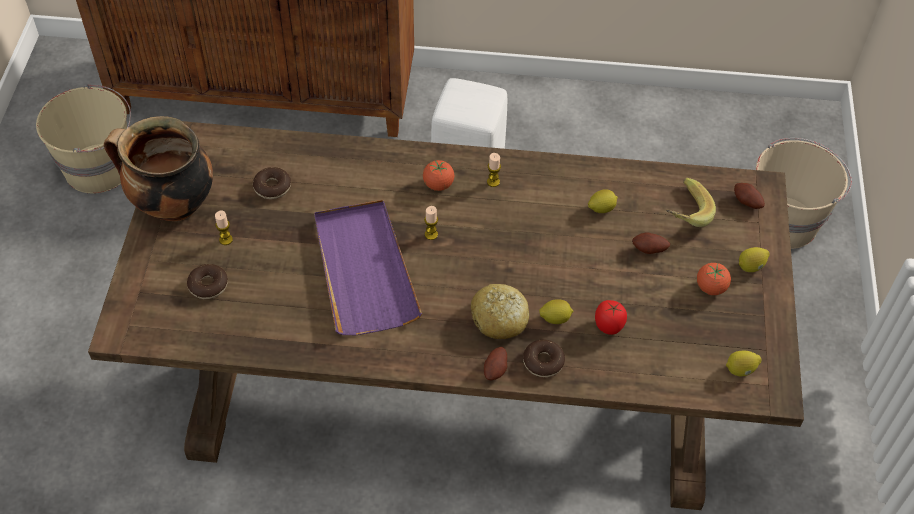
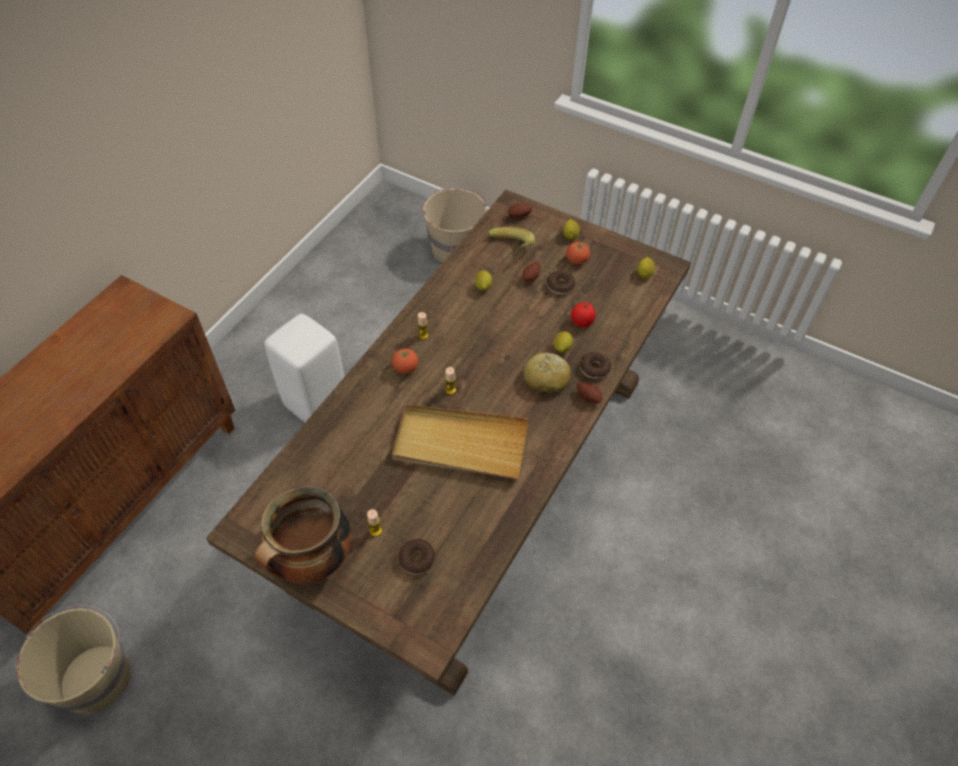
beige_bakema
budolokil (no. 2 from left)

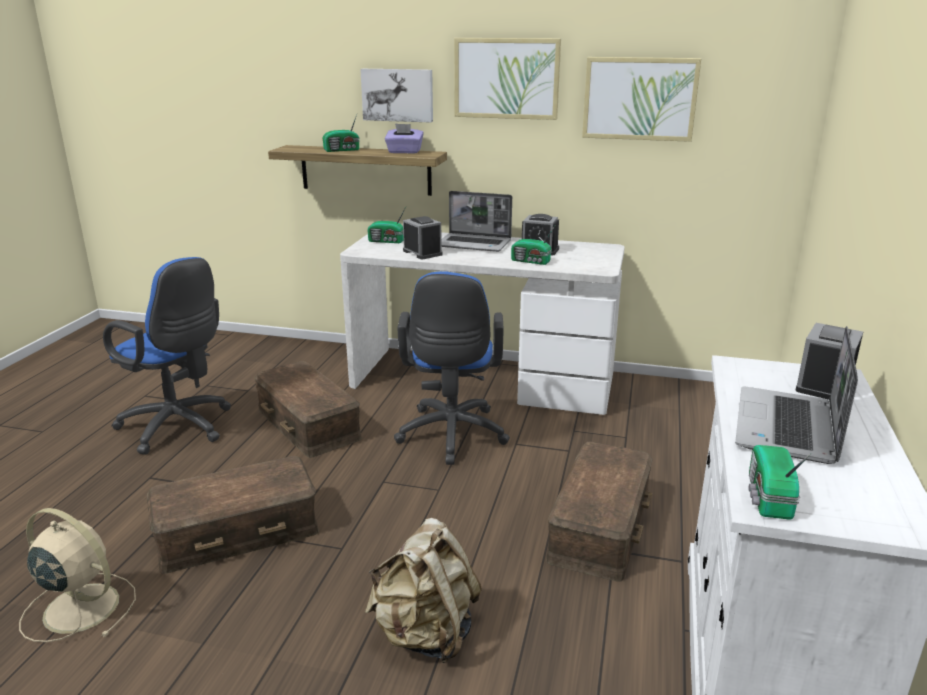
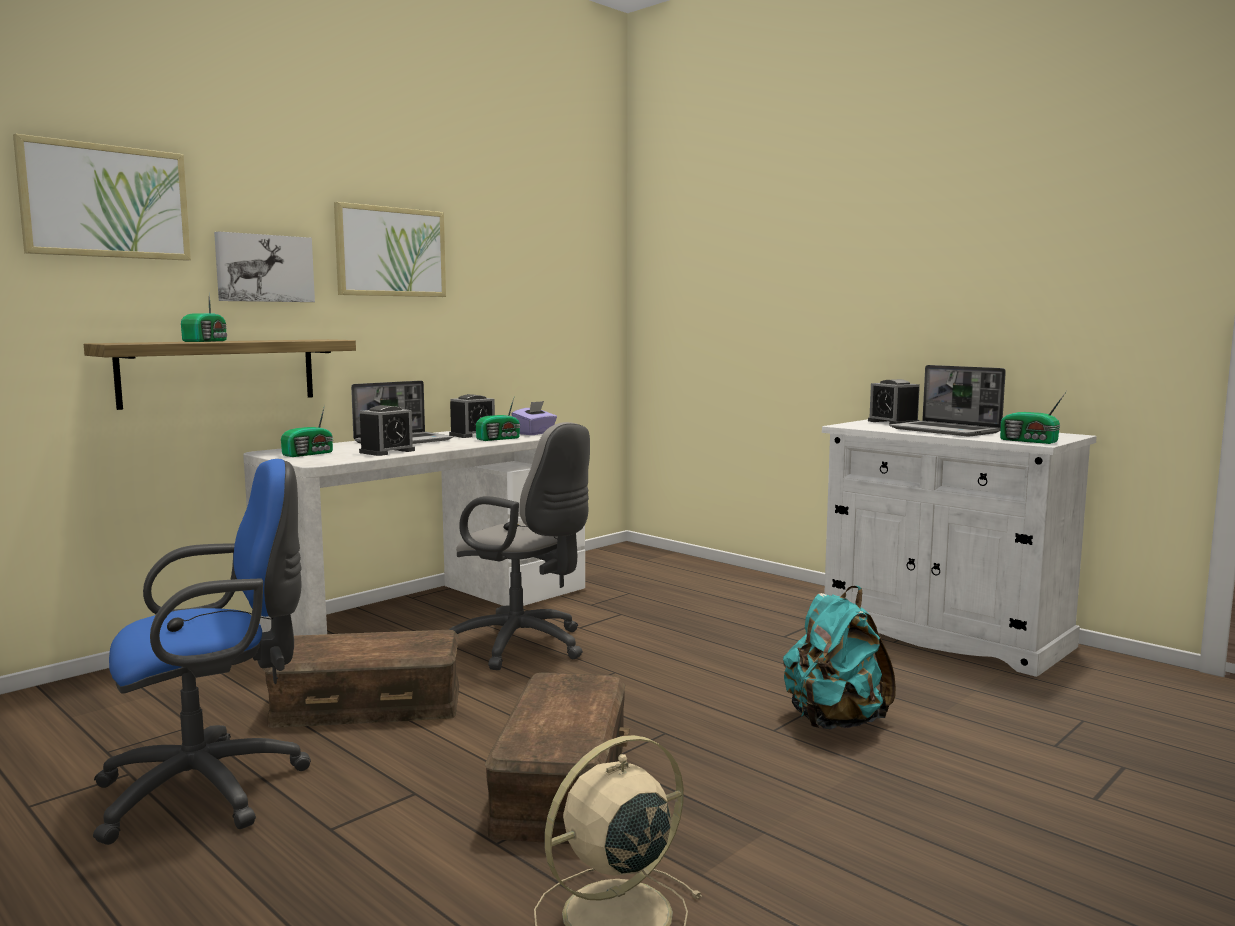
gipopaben (no. 1 from left)
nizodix (no. 1 from left)
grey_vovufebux
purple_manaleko
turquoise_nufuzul
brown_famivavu (no. 3 from left in the first image)

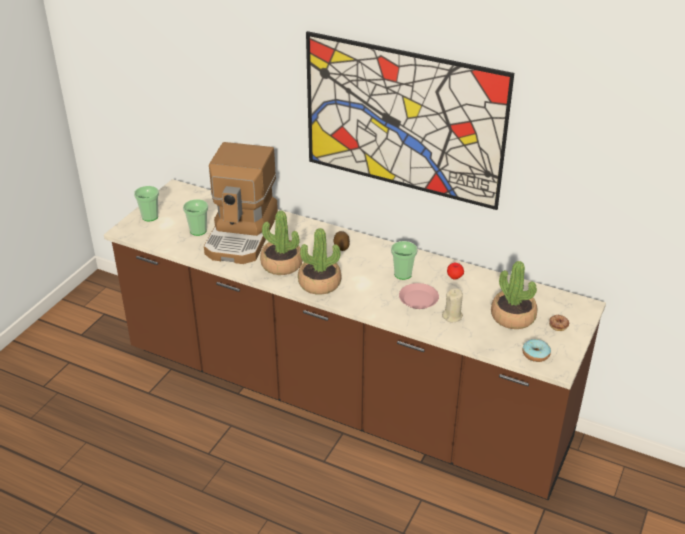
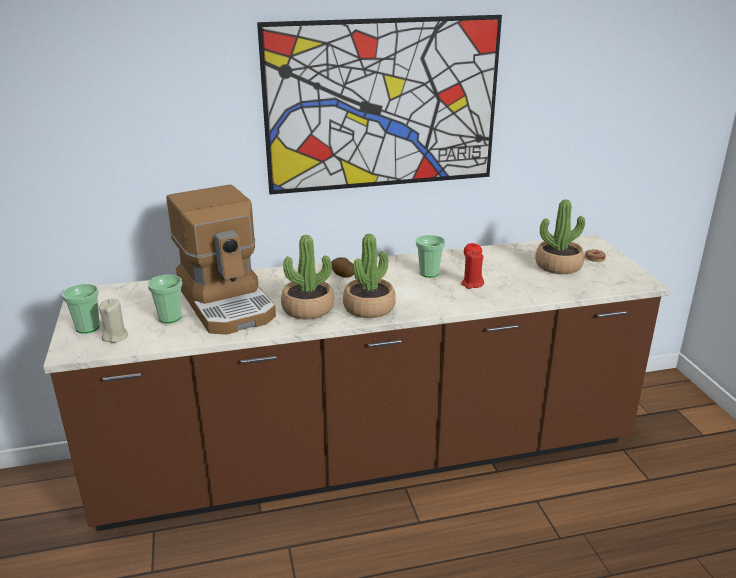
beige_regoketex
red_regoketex
budolokil (no. 1 from left in the first image)

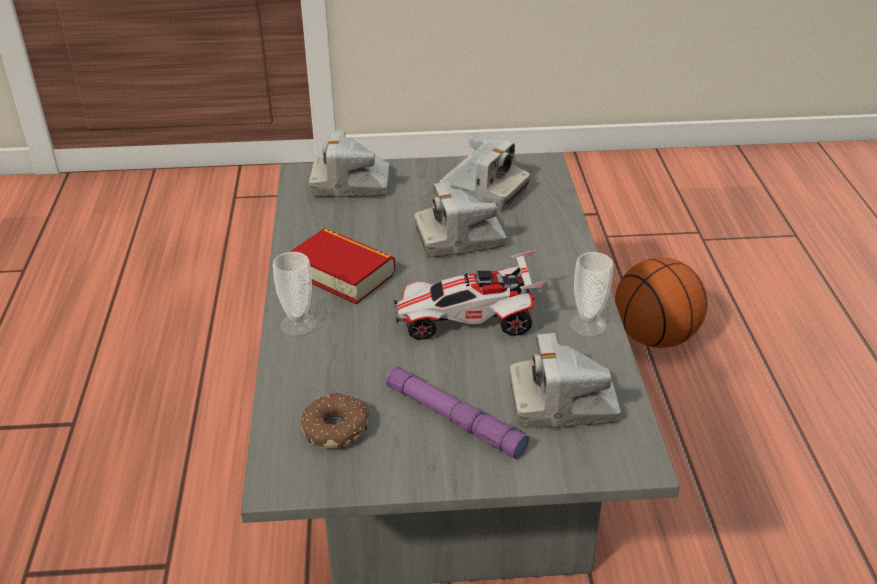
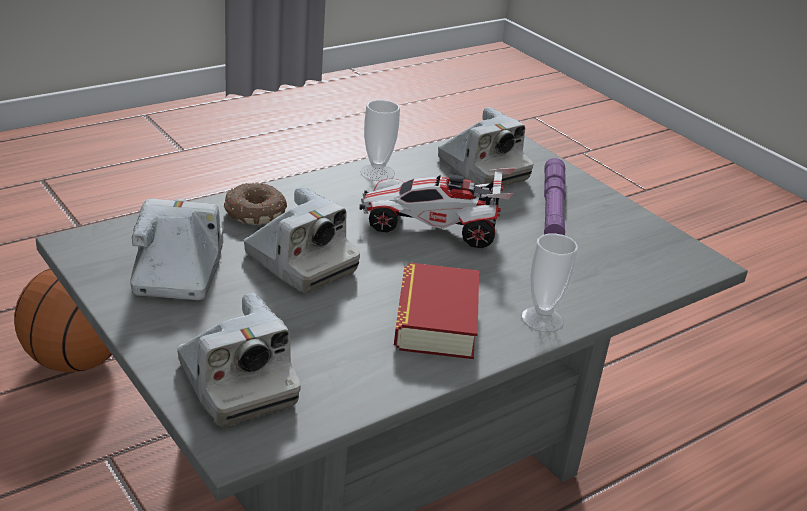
budolokil
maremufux

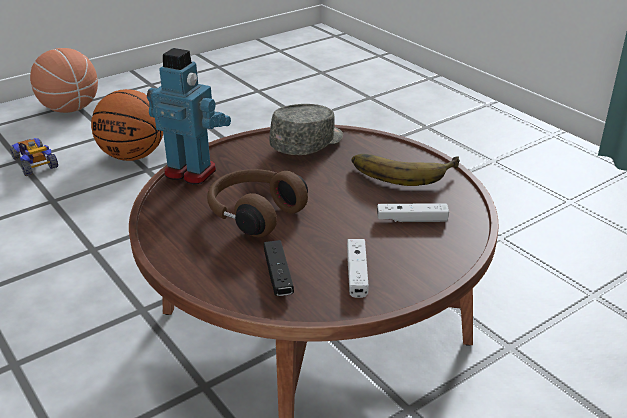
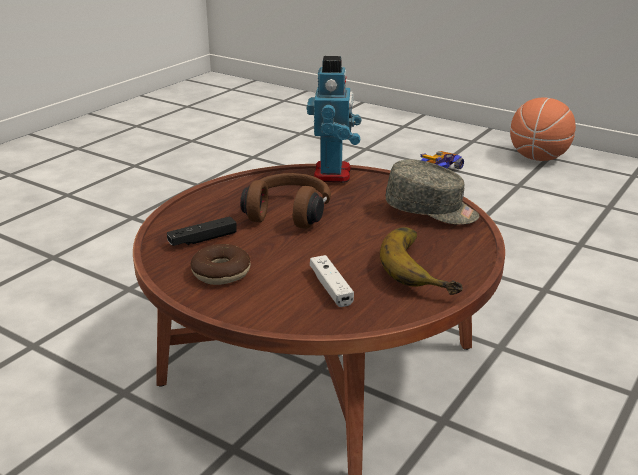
budolokil
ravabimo (no. 2 from left in the first image)

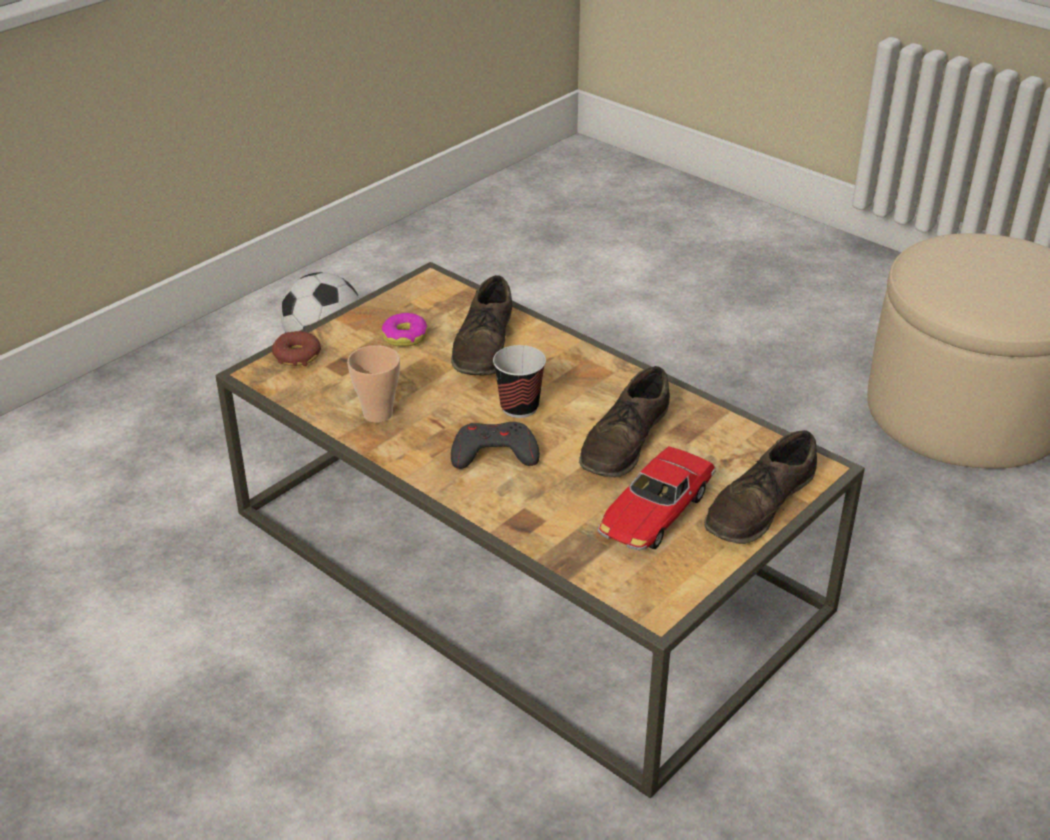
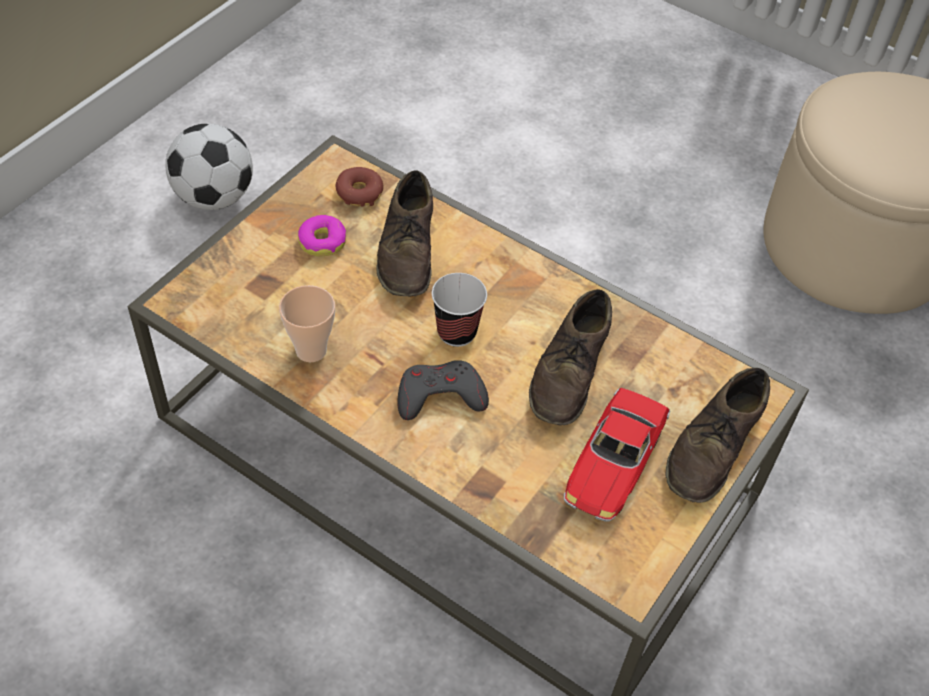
budolokil (no. 2 from left)

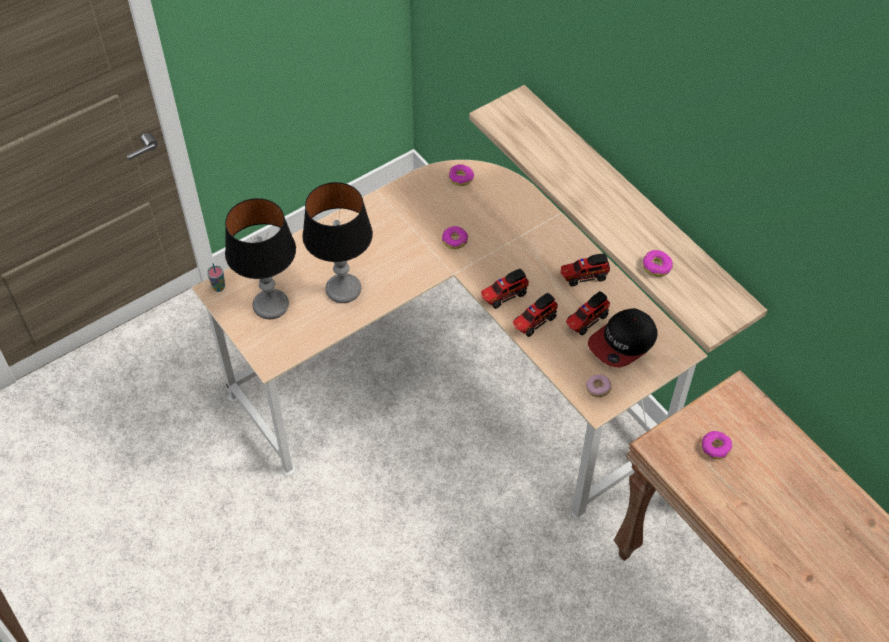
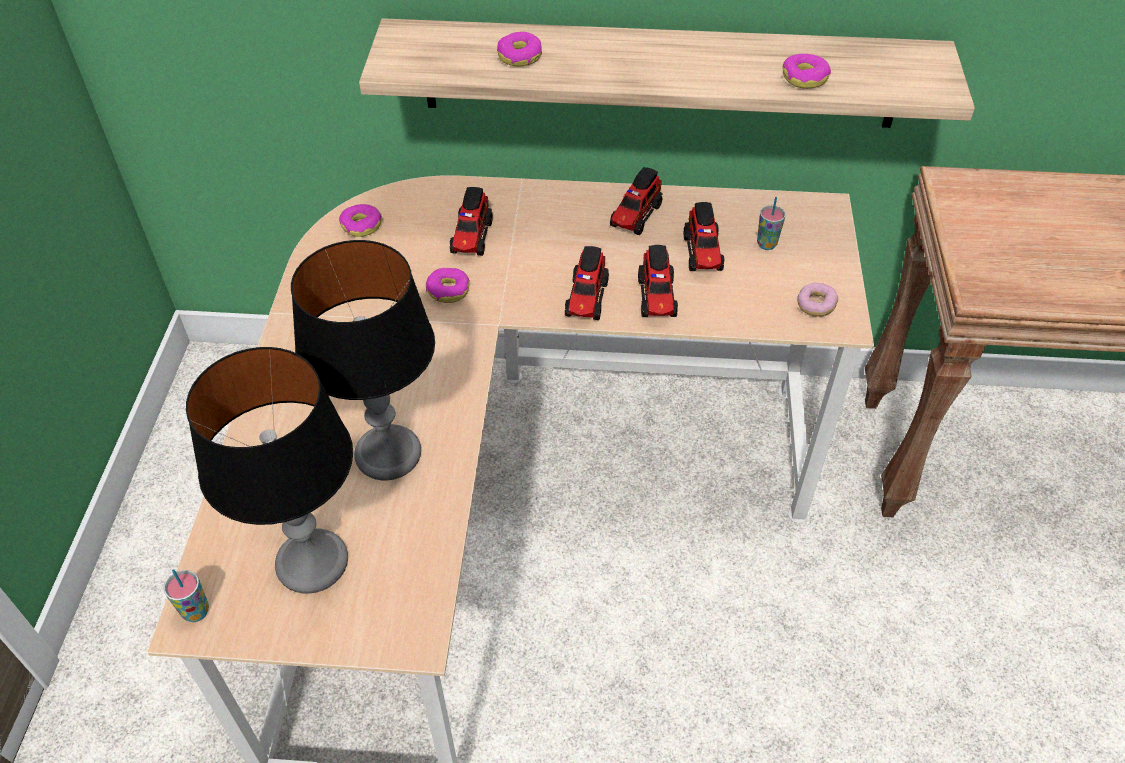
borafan (no. 1 from left)
budolokil (no. 3 from left)
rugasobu (no. 2 from left)

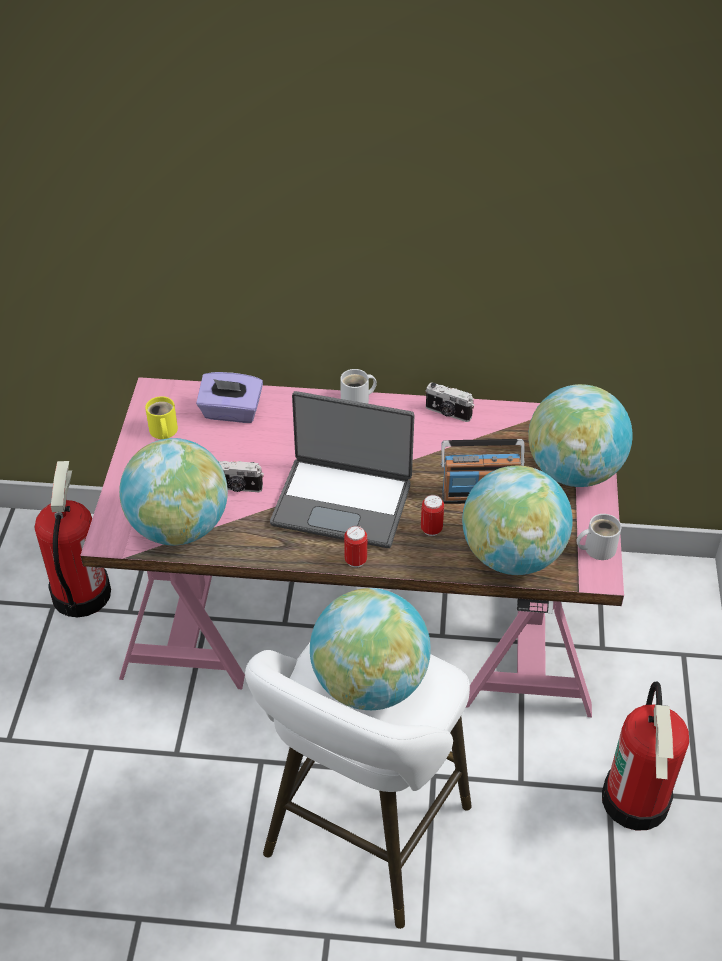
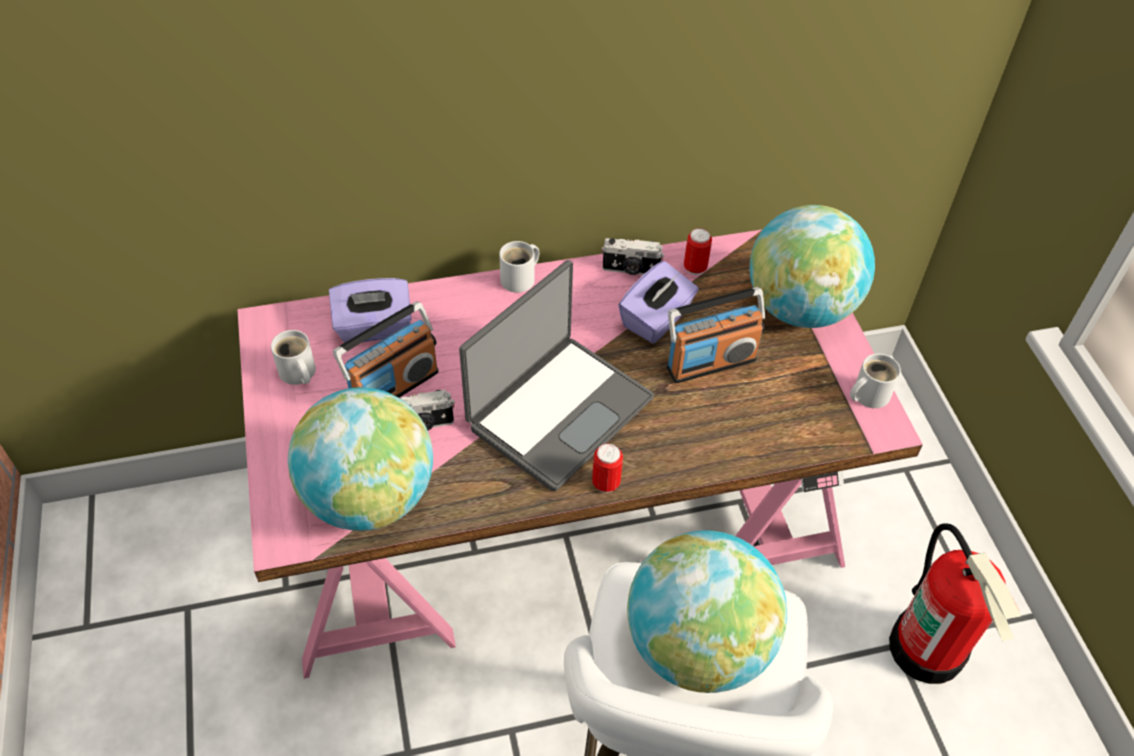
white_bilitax (no. 1 from left)
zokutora (no. 1 from left)
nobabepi
purple_manaleko (no. 2 from left)
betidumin (no. 2 from left)
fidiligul (no. 1 from left in the first image)
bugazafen (no. 3 from left in the first image)

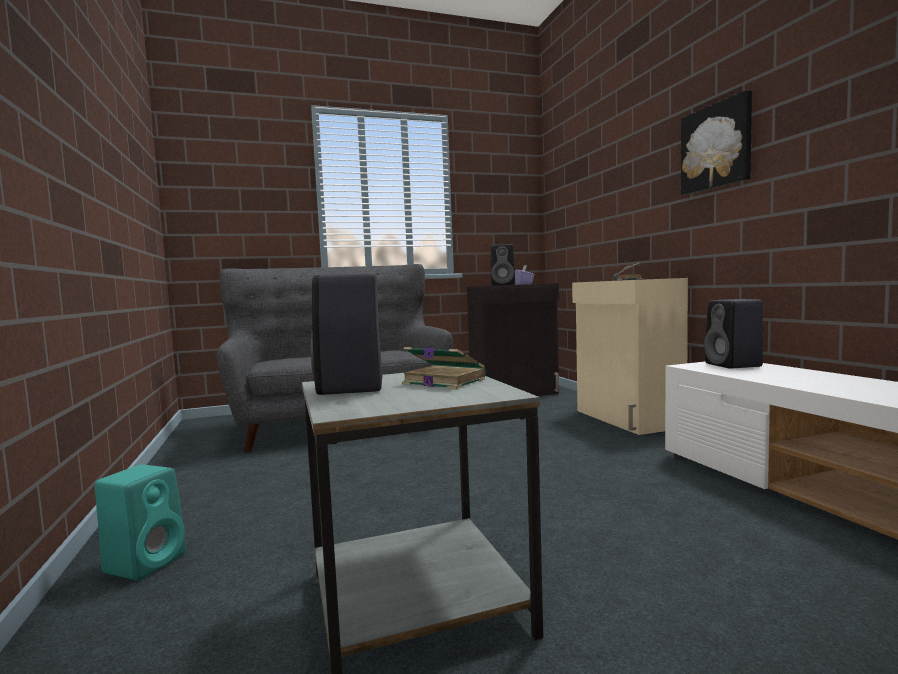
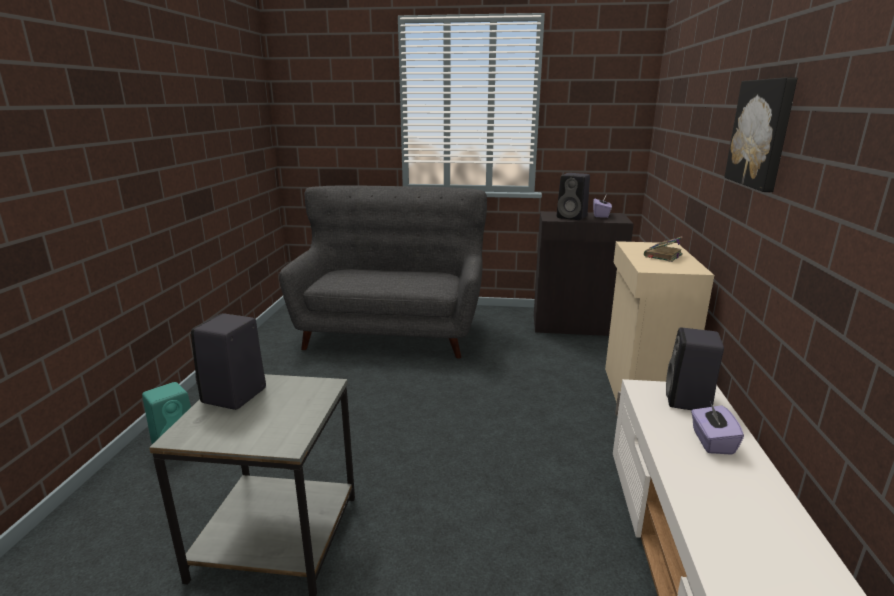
purple_manaleko (no. 2 from left)
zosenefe (no. 1 from left in the first image)

